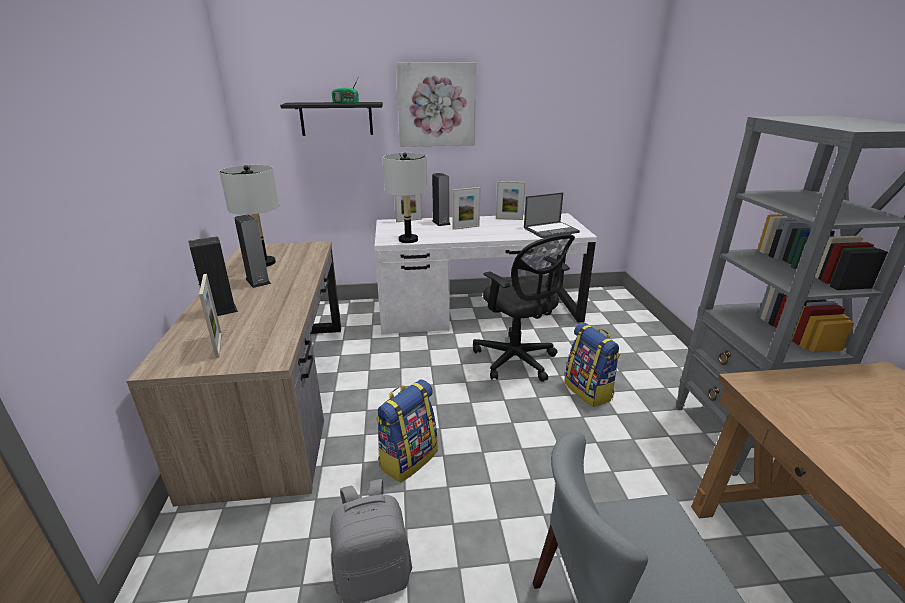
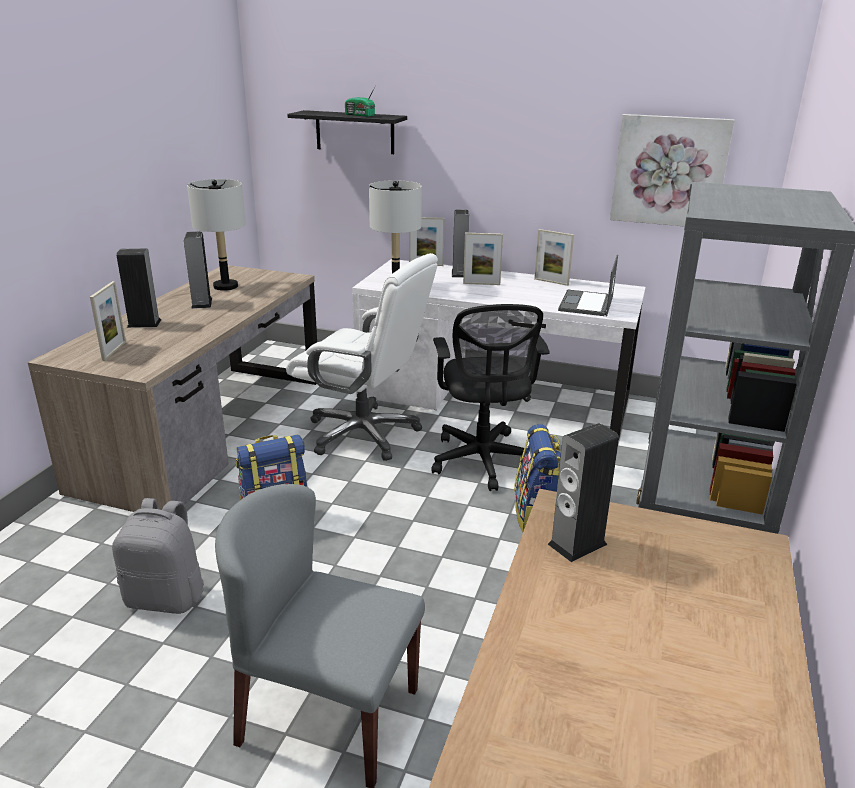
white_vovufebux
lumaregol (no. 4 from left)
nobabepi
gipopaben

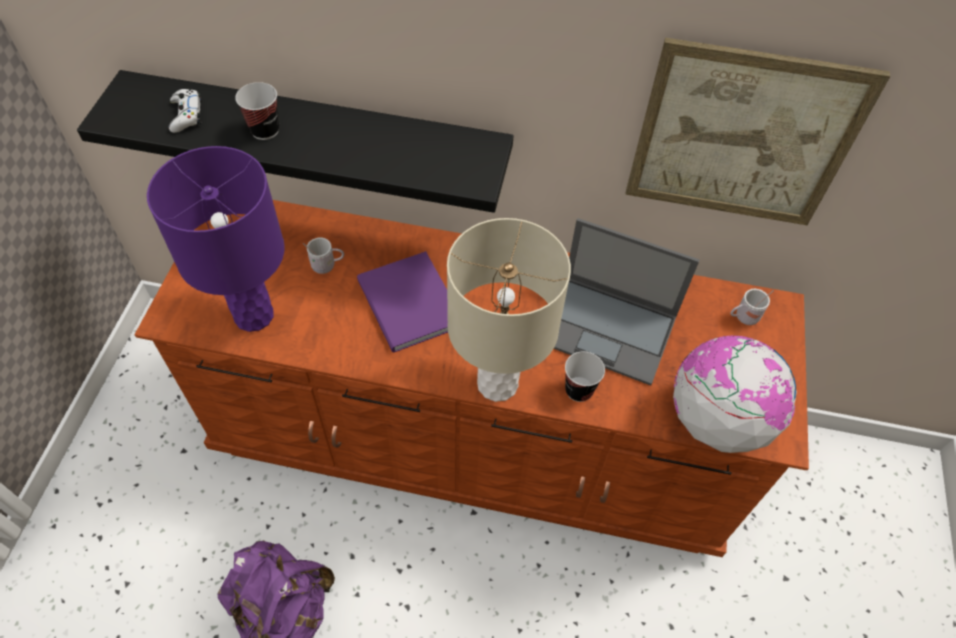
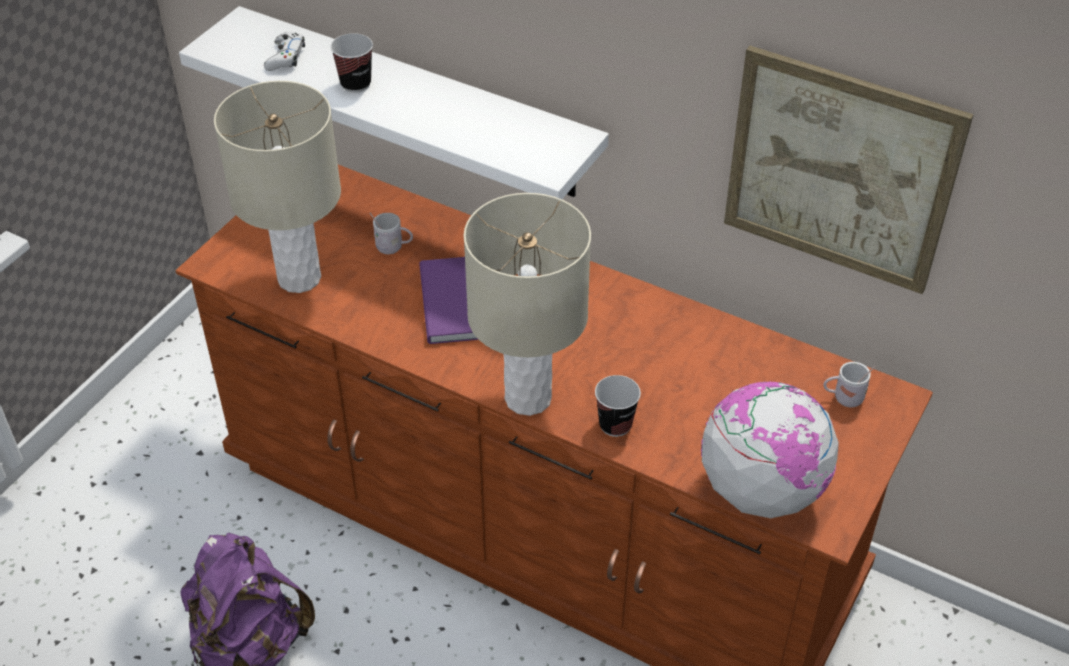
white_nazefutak
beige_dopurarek (no. 1 from left)
nobabepi

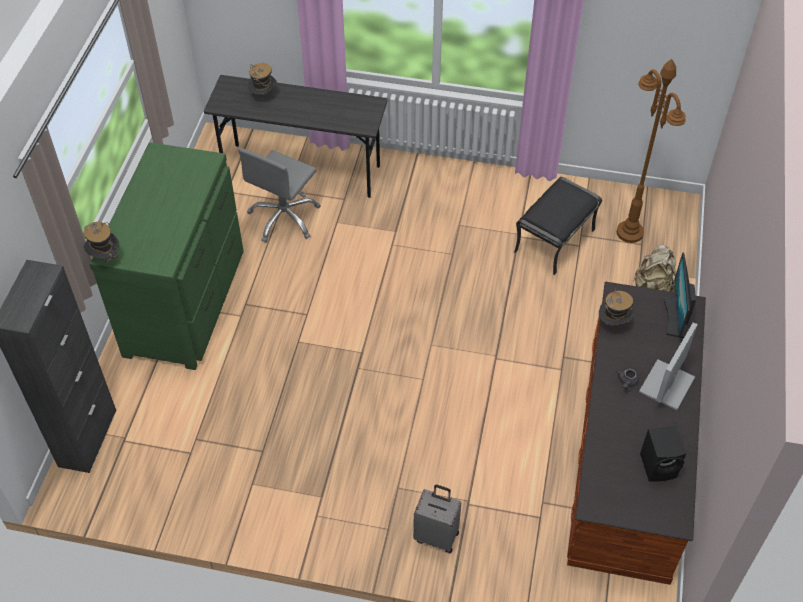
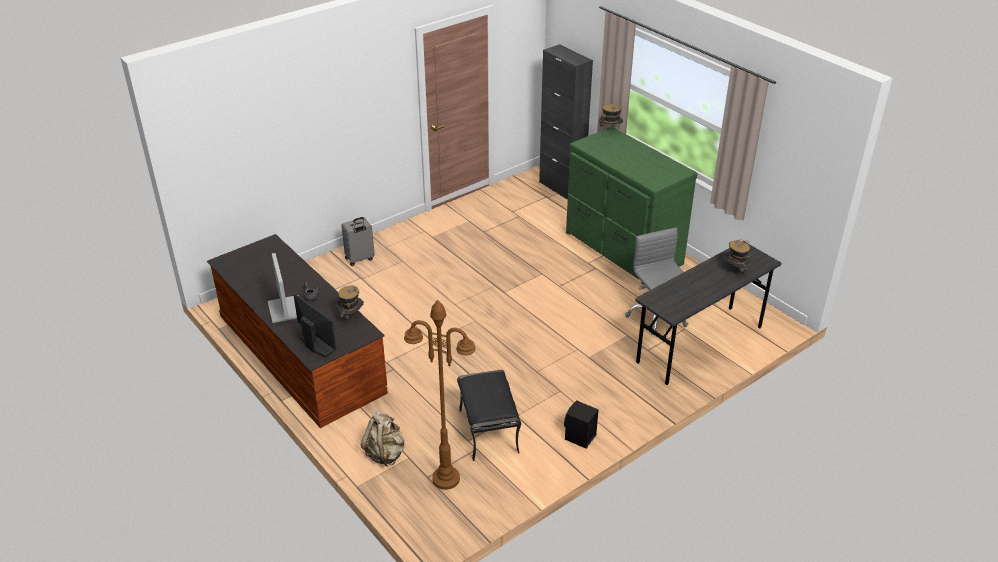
black_lumaregol

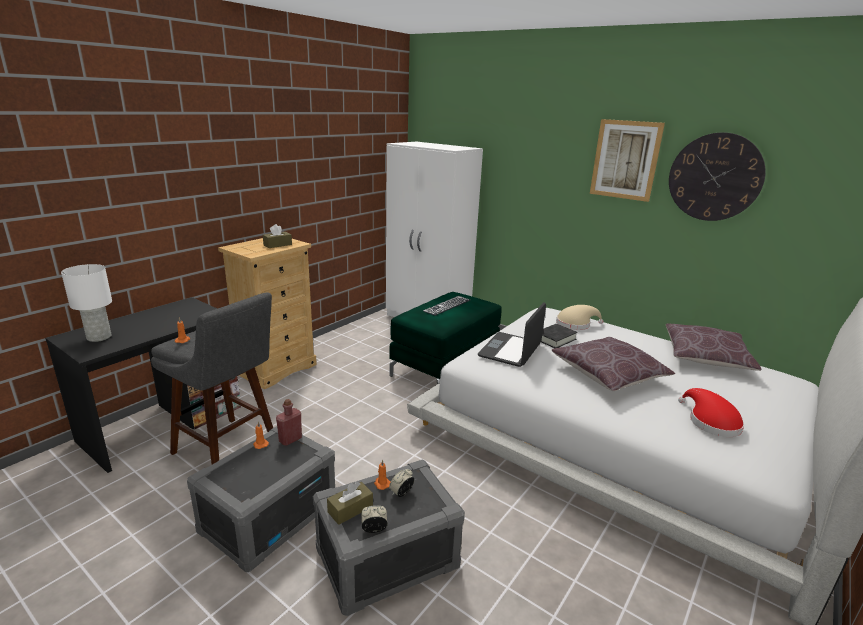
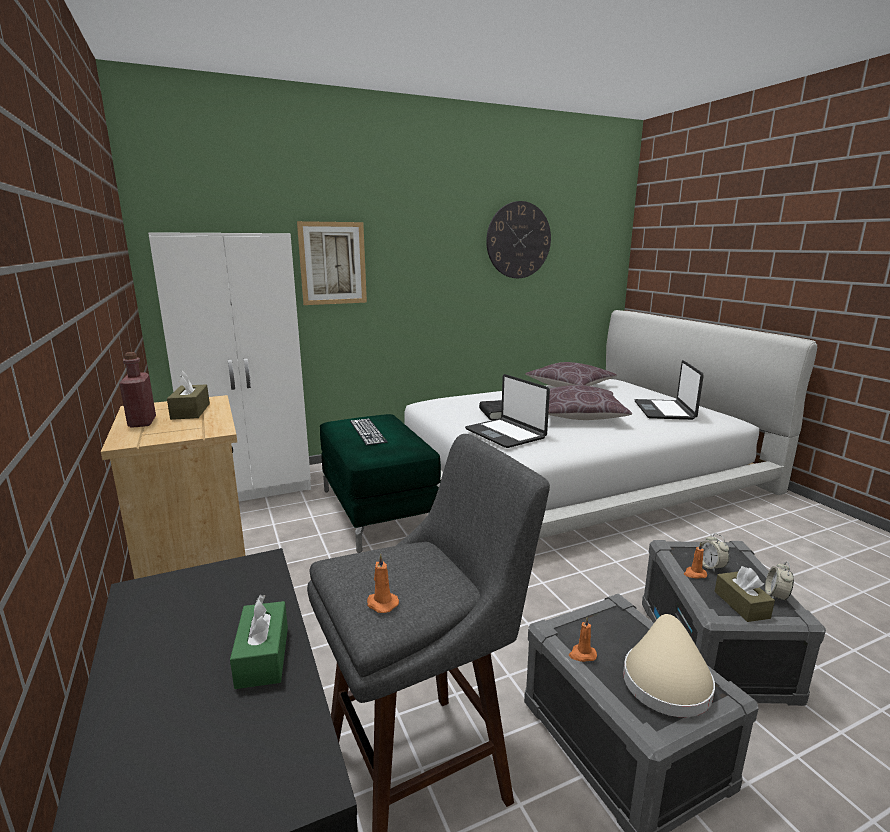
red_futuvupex
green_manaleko
gipopaben
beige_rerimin
nobabepi (no. 2 from left)
white_dopurarek

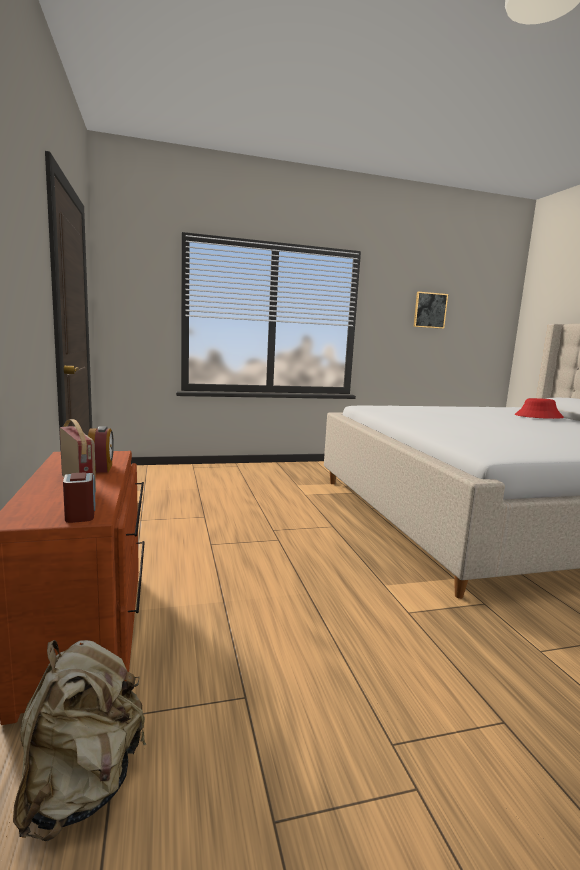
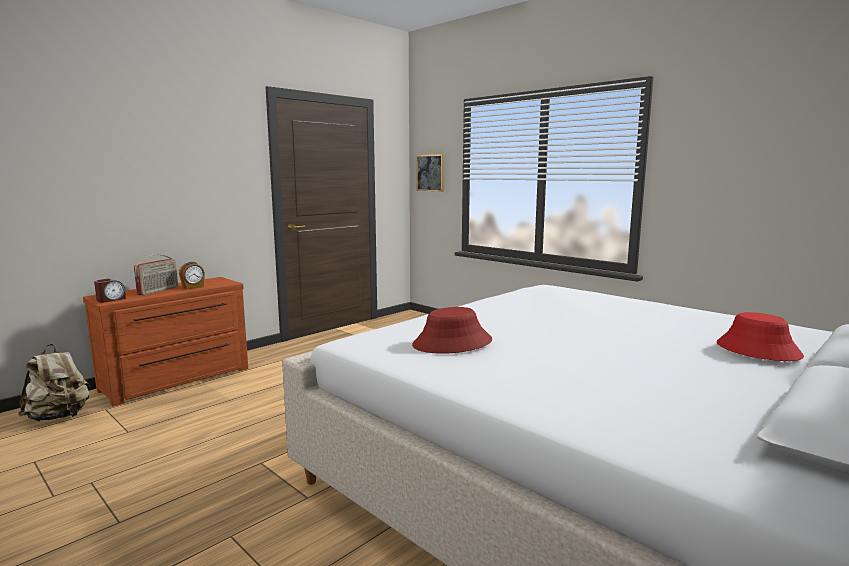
red_rerimin (no. 1 from left)
gipopaben

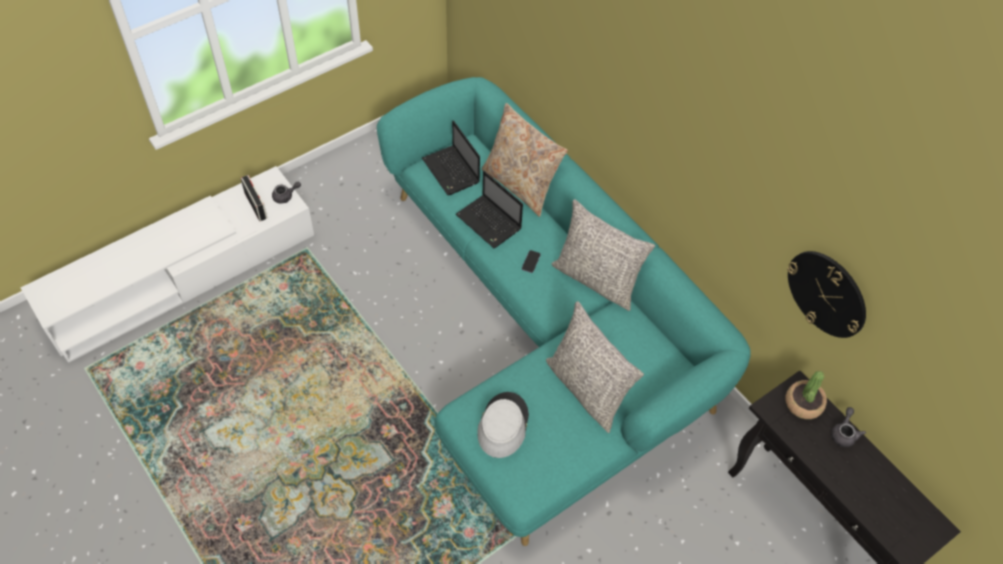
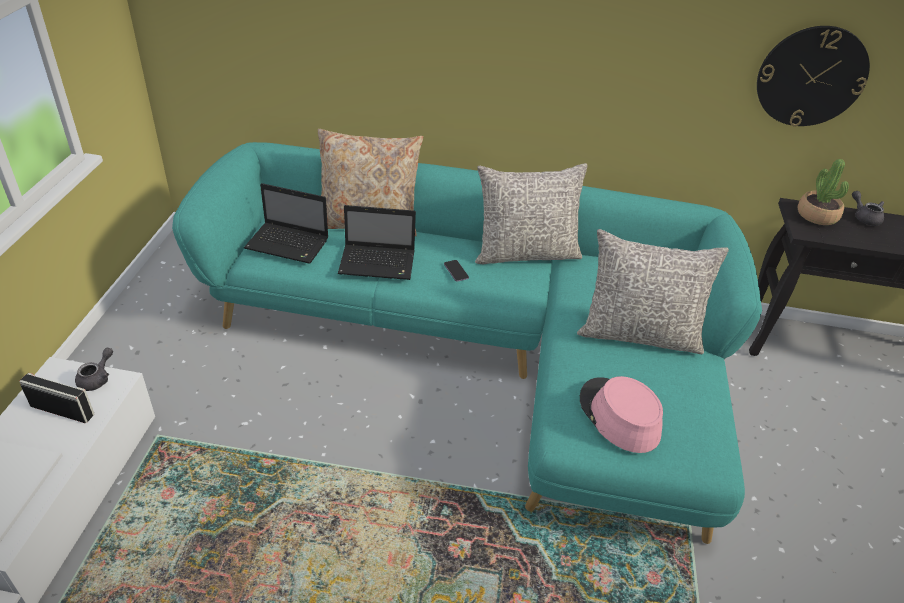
pink_rerimin

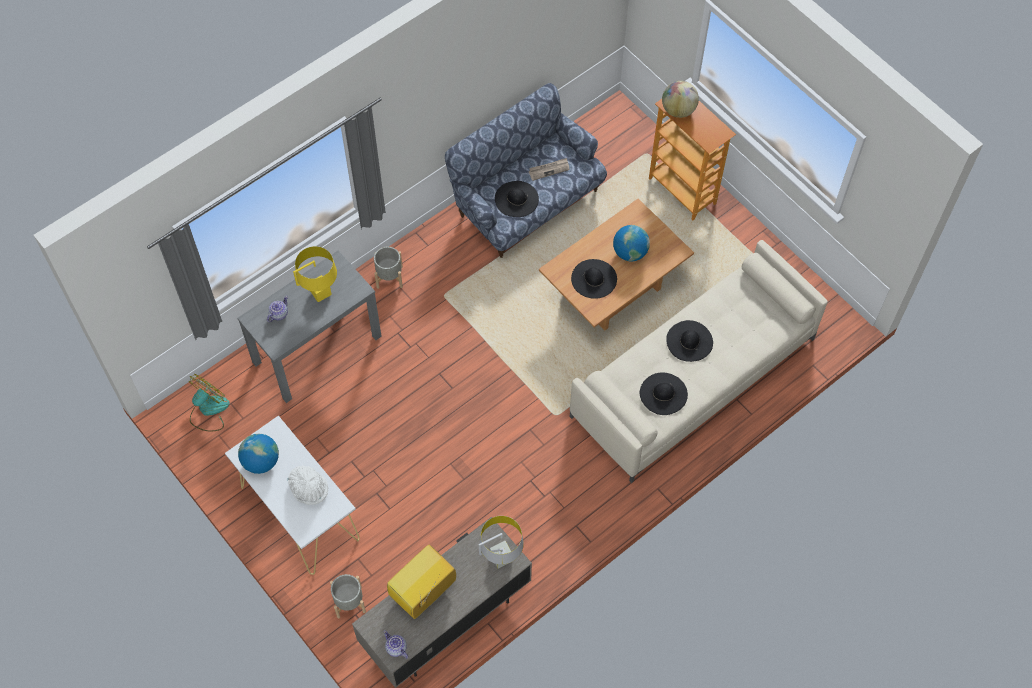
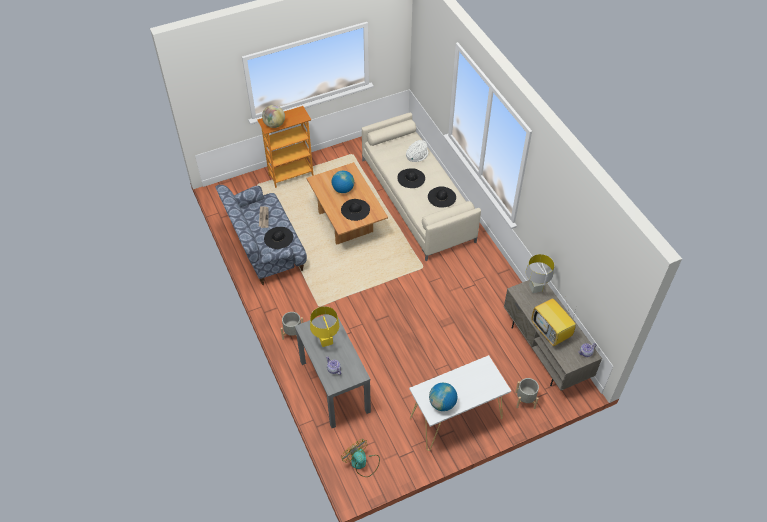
white_rerimin

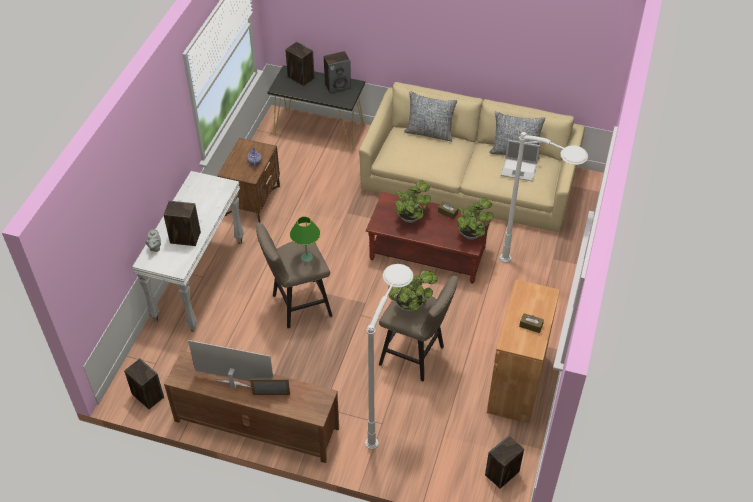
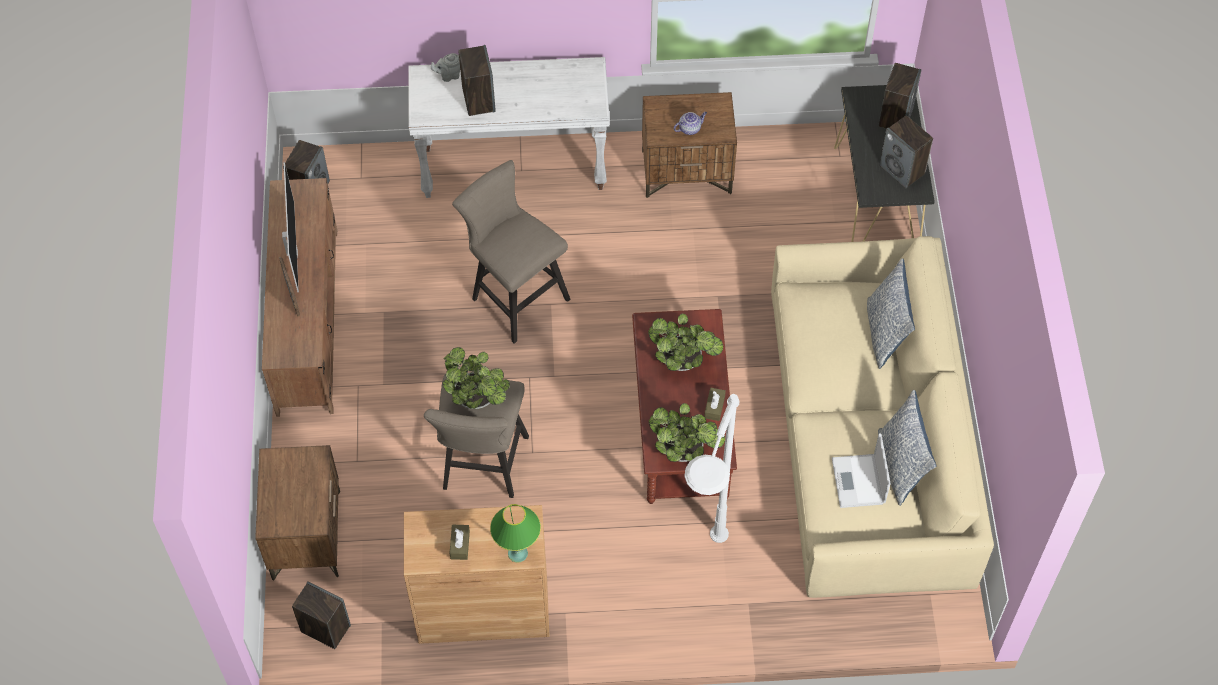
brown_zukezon (no. 1 from left)
green_dopurarek
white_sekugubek (no. 1 from left in the first image)

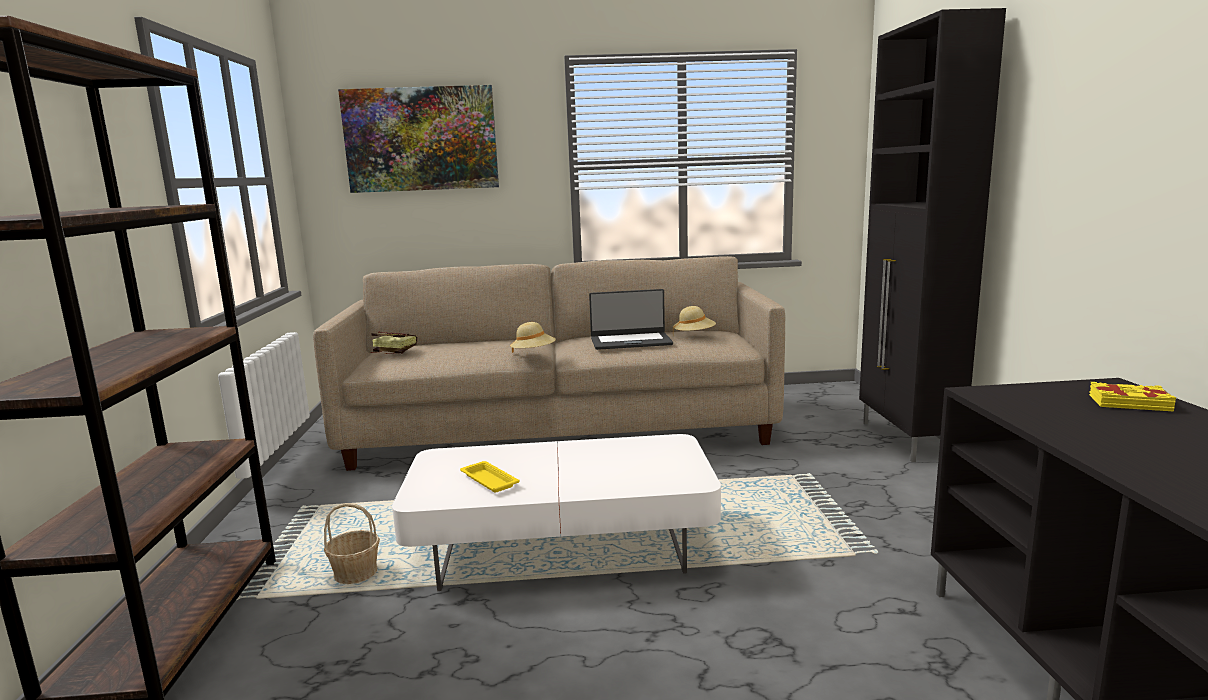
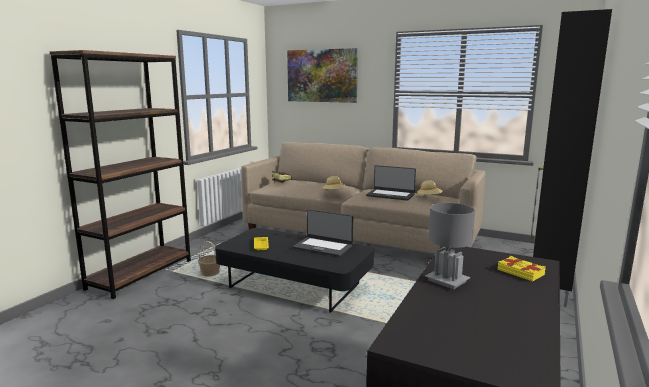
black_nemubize
nobabepi (no. 1 from left)
grey_dopurarek

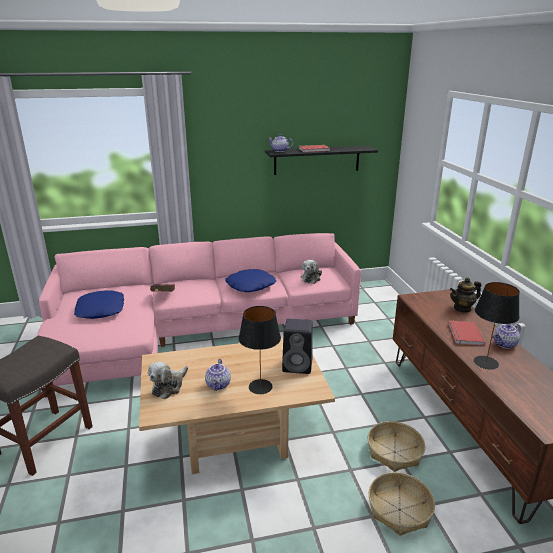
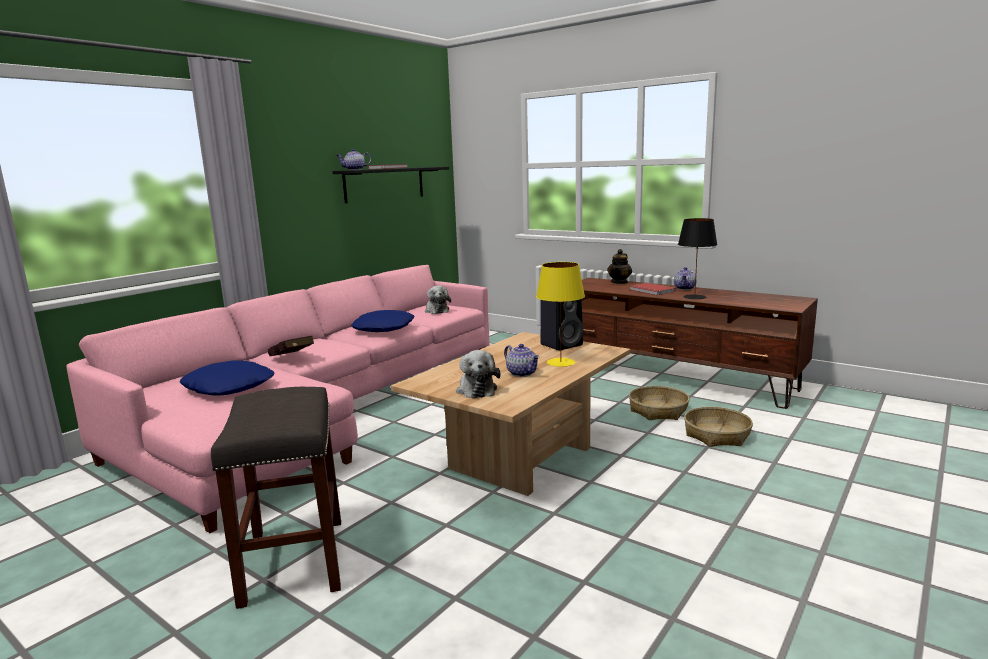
yellow_dopurarek

